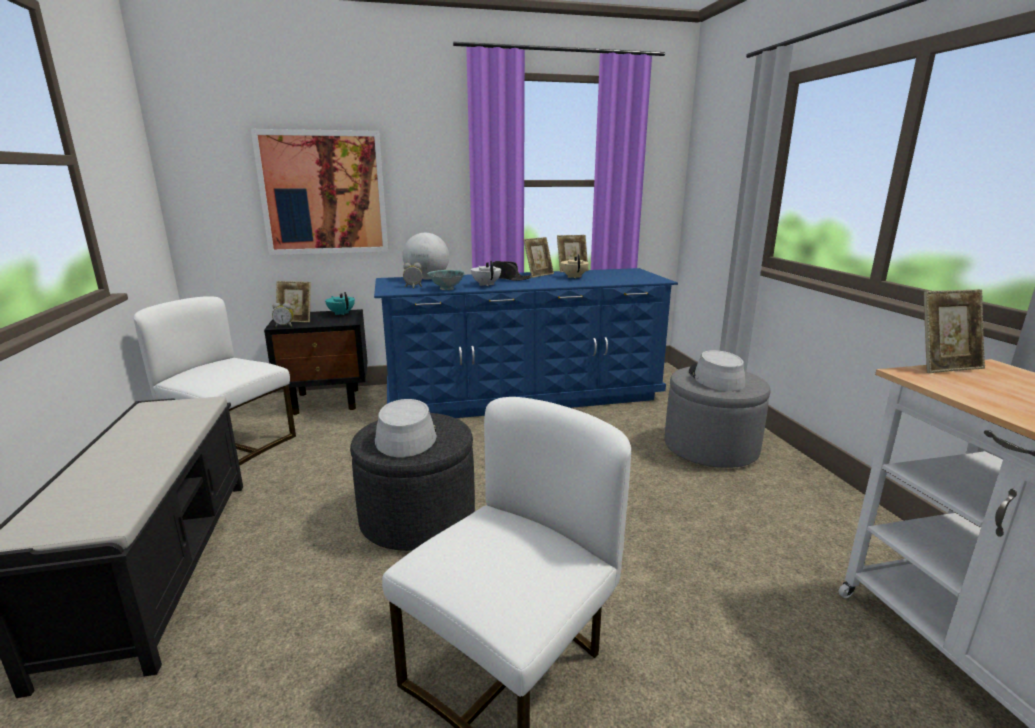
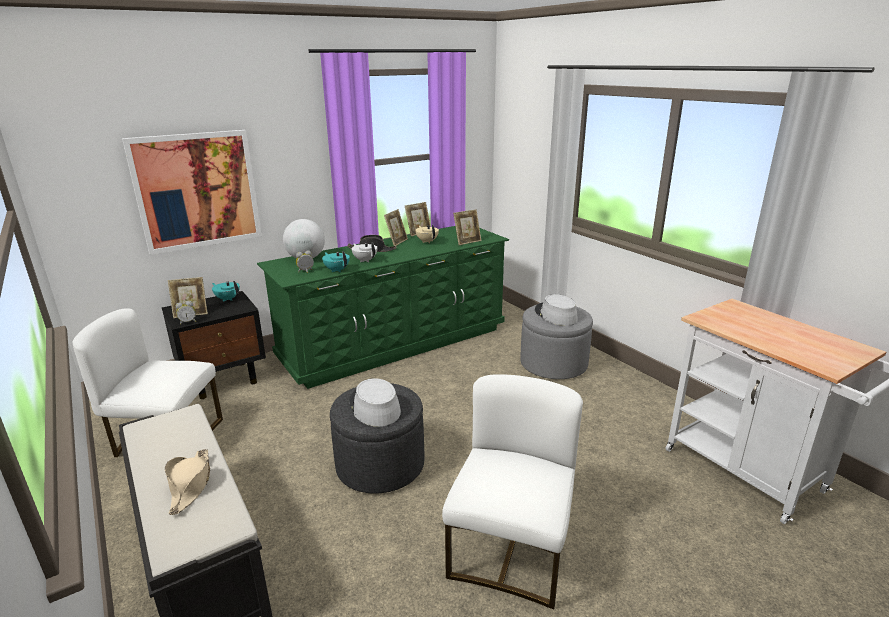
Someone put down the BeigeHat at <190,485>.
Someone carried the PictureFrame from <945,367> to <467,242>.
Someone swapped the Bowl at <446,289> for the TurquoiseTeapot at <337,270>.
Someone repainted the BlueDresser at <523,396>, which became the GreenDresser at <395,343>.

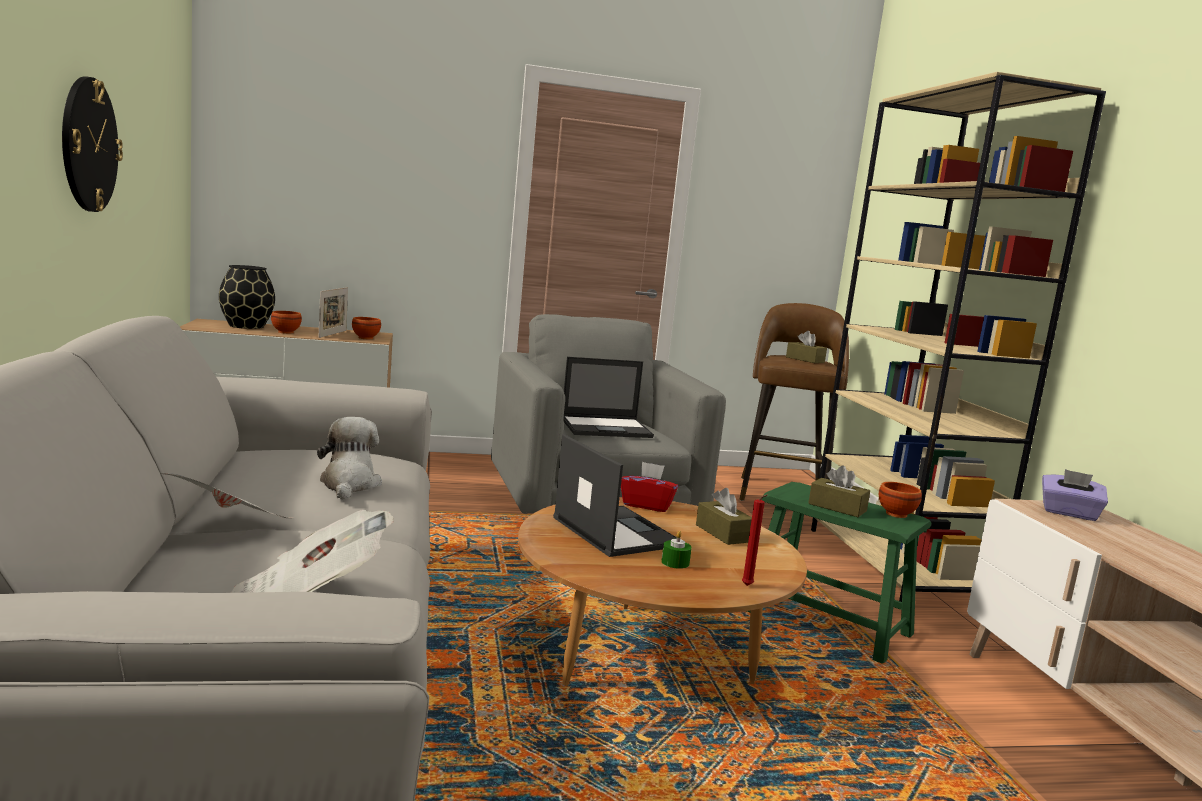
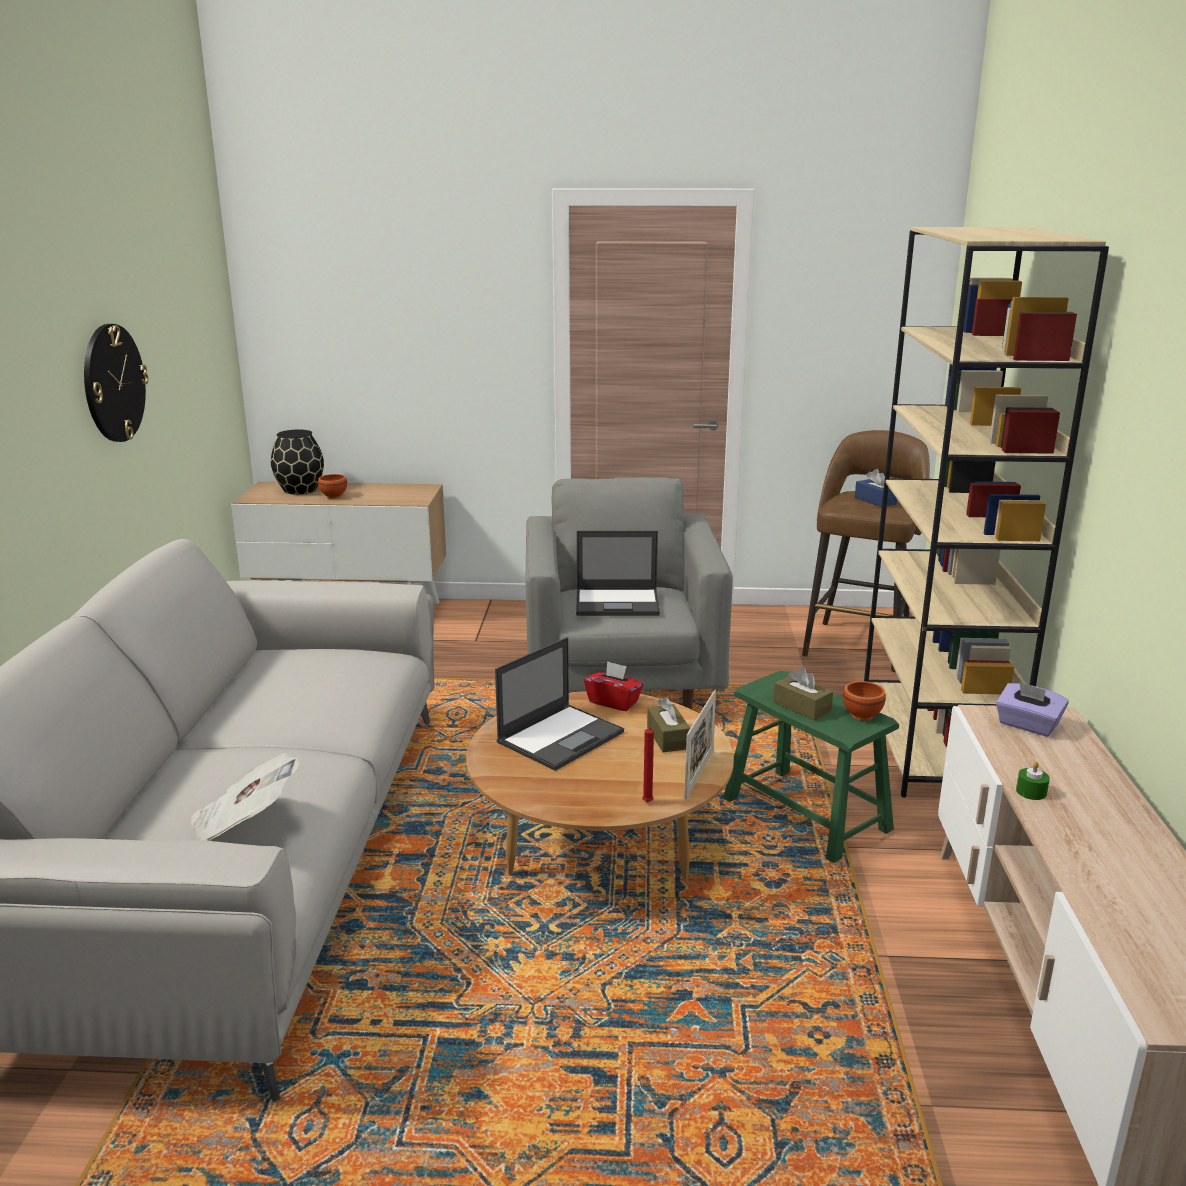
Someone took away the Newspaper at <230,528>.
Someone took away the PlushToy at <349,484>.
Someone took away the BrownBowl at <365,338>.
Someone carried the PictureFrame from <332,334> to <699,774>.
Someone carried the GreenCandle from <675,562> to <1031,792>.
Someone repainted the BrownTissueBox at <805,360>, which became the BlueTissueBox at <875,501>.
Someone rotated the Laptop at <615,531> by 60 degrees clockwise.

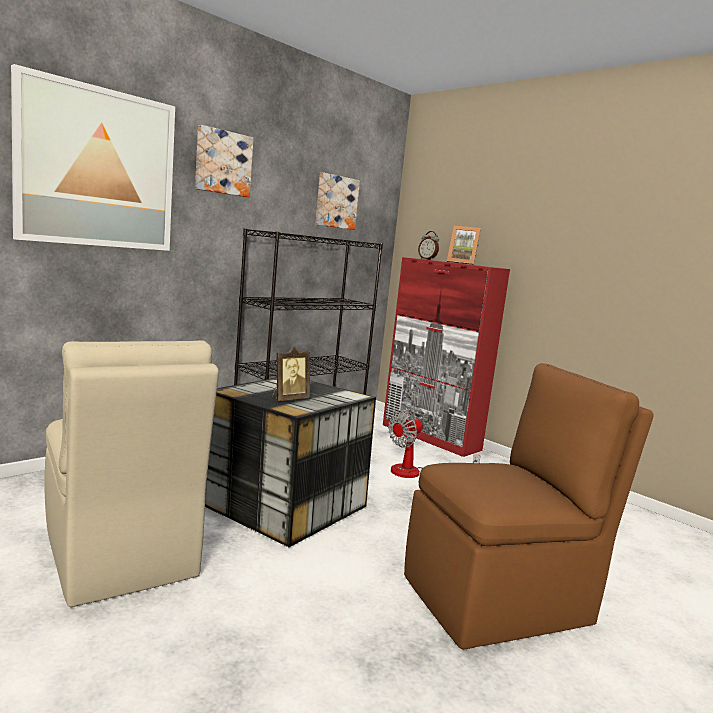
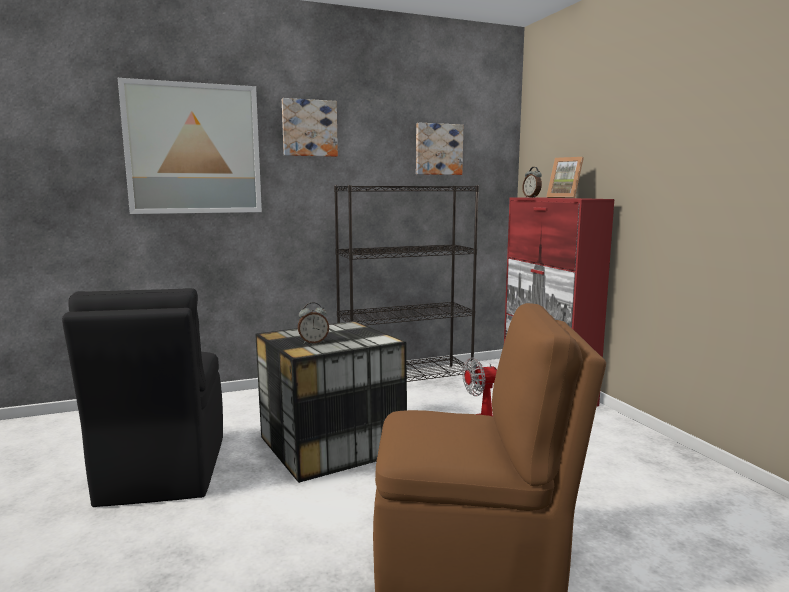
Someone swapped the PictureFrame at <289,399> for the AlarmClock at <313,342>.
Someone repainted the BeigeChair at <120,555>, which became the BlackChair at <163,471>.

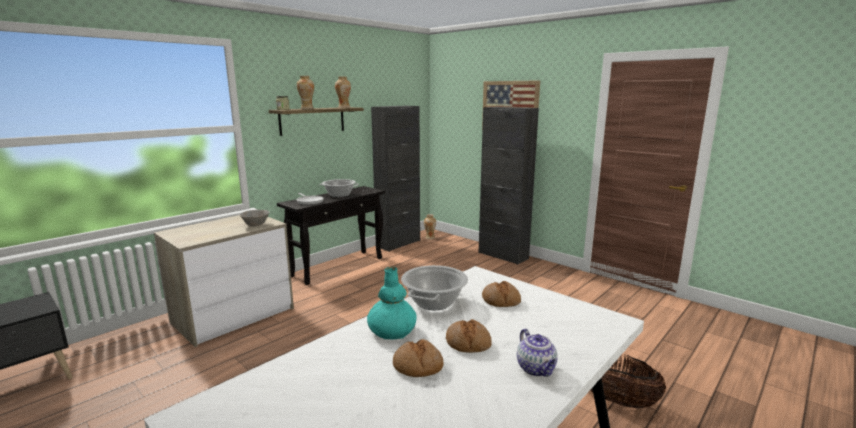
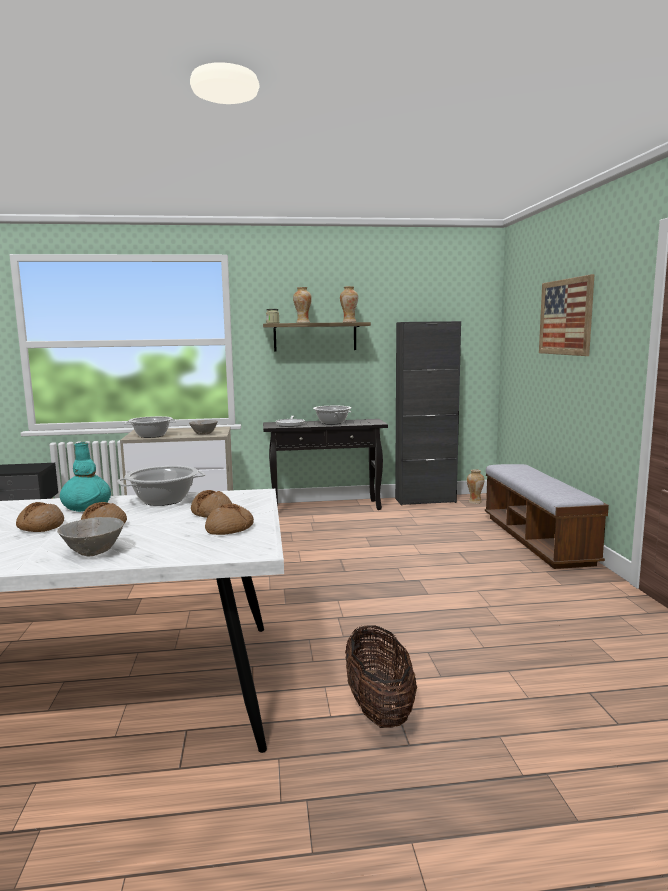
Someone put down the CookingPot at <152,436>.
Someone put down the Bread at <229,529>.
Someone swapped the BlackCabinet at <503,256> for the Bench at <536,539>.
Someone swapped the Teapot at <536,369> for the GreyBowl at <93,552>.

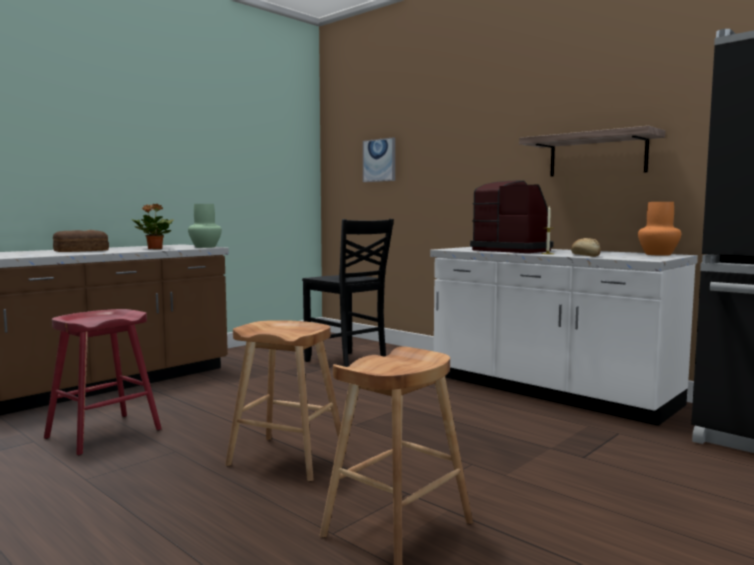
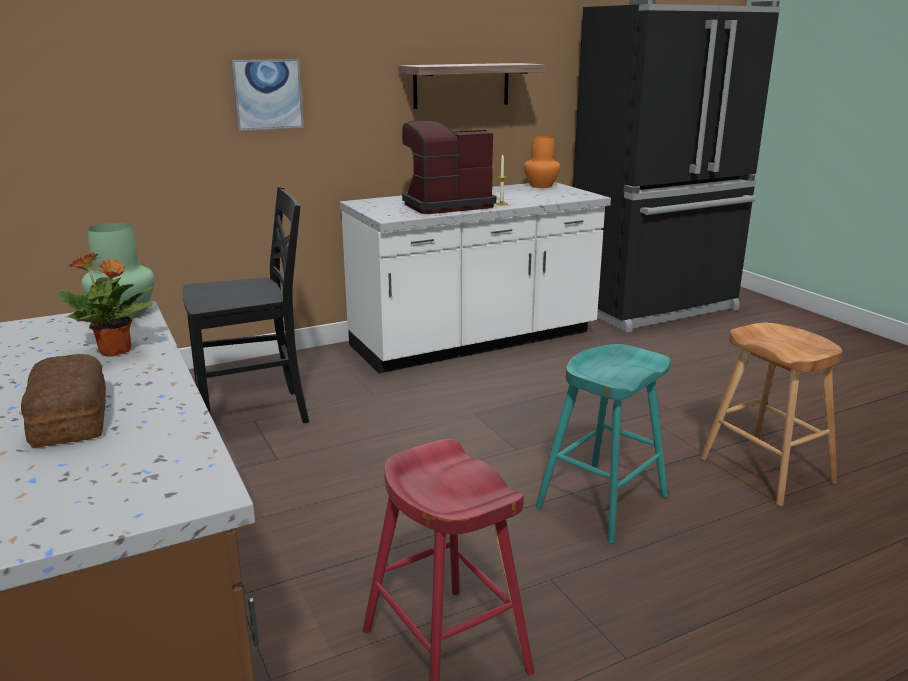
Someone took away the Bread at <585,255>.
Someone carried the Picture from <379,160> to <267,94>.
Someone repainted the BrownStool at <287,458>, which became the TurquoiseStool at <602,502>.

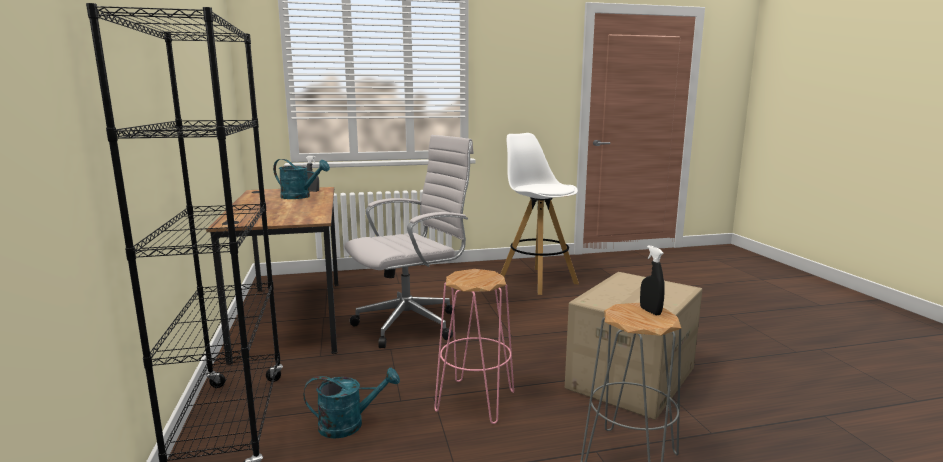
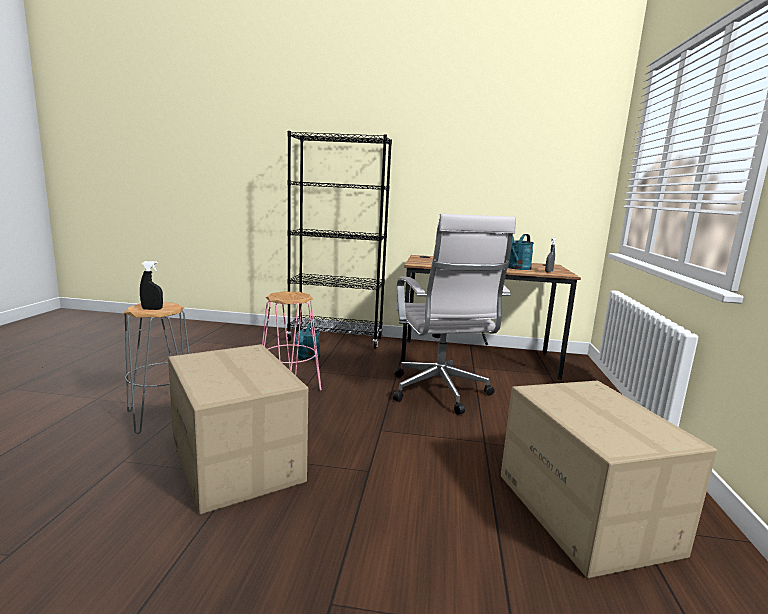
Someone swapped the WhiteStool at <537,280> for the CardboardBox at <585,513>.

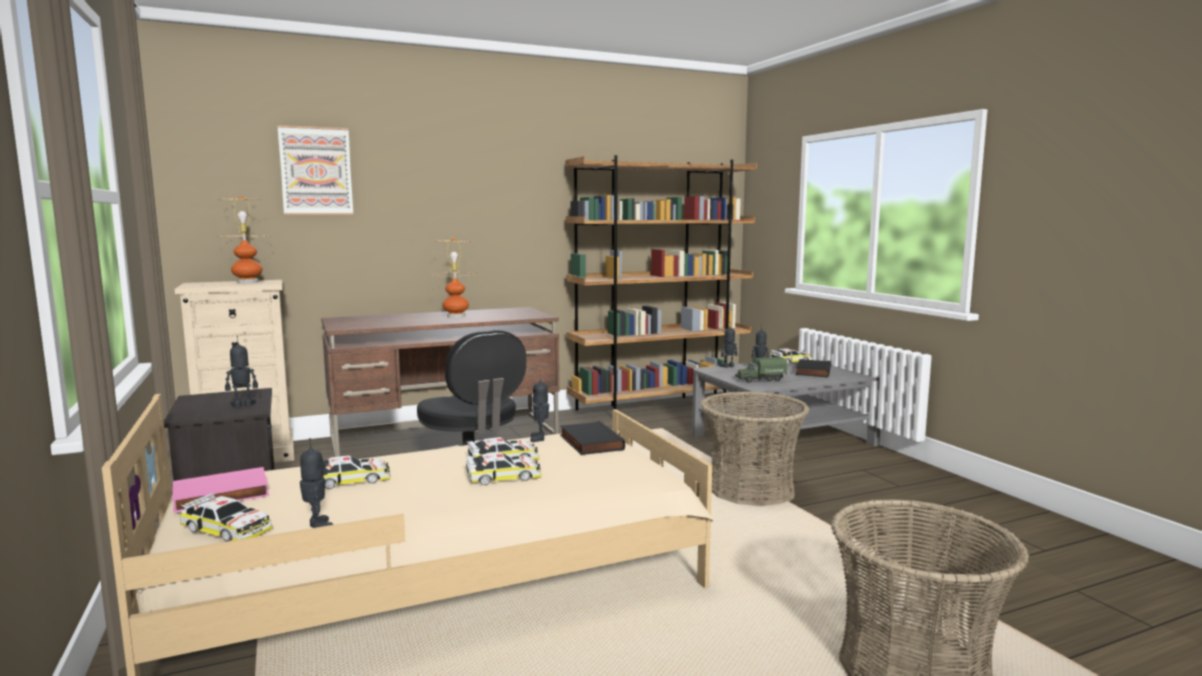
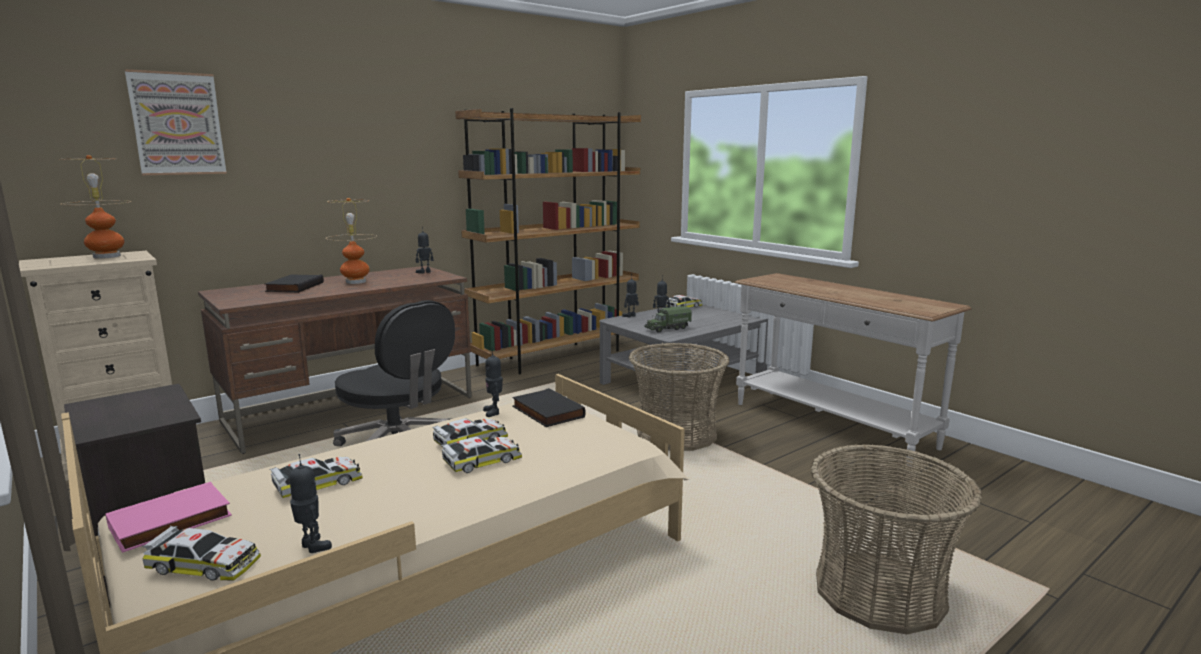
Someone put down the WhiteConsoleTable at <830,425>.
Someone carried the ToyRobot from <243,405> to <425,272>.
Someone carried the BlackBook from <812,371> to <294,287>.

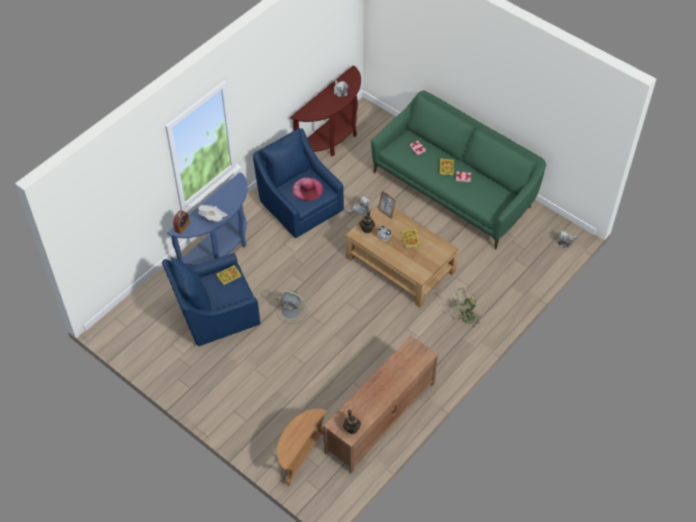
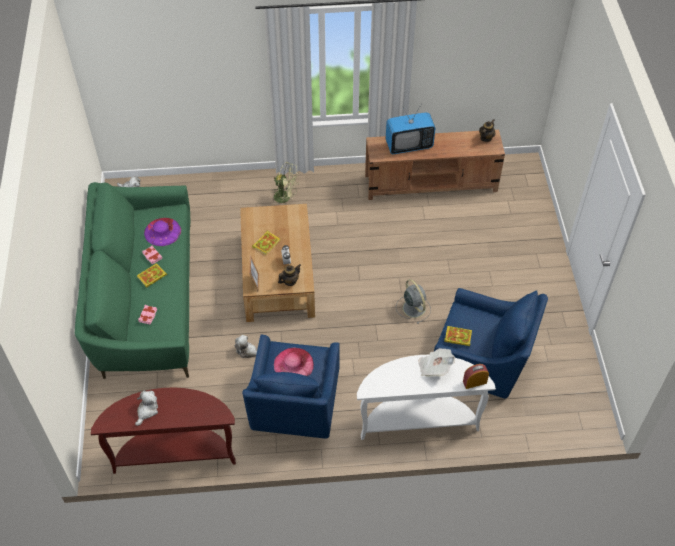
Someone took away the BrownSideTable at <299,455>.
Someone put down the PurpleHat at <162,231>.
Someone put down the Television at <409,145>.
Someone repainted the BlueConsoleTable at <220,249>, which became the WhiteConsoleTable at <418,419>.

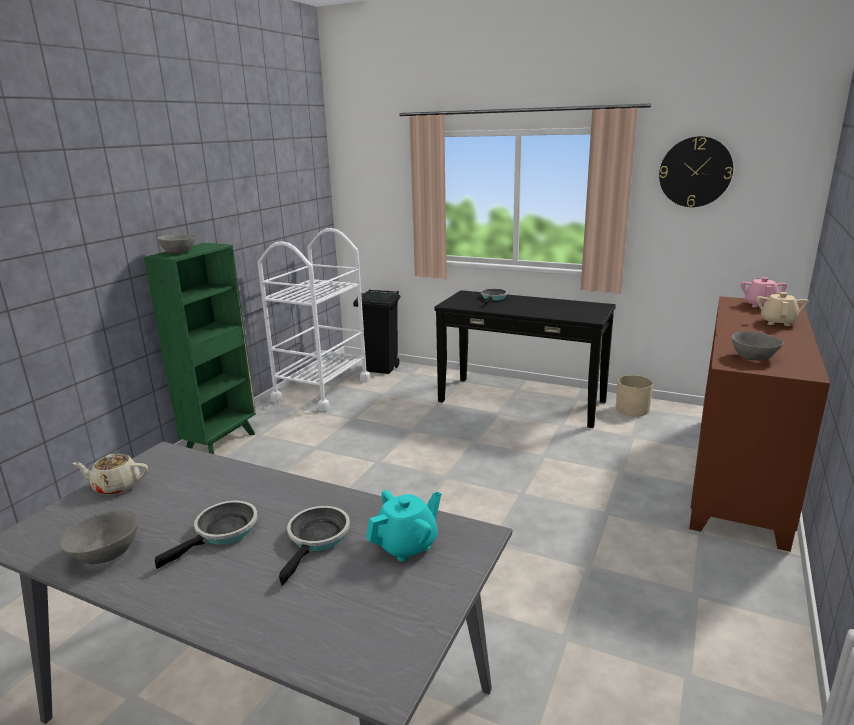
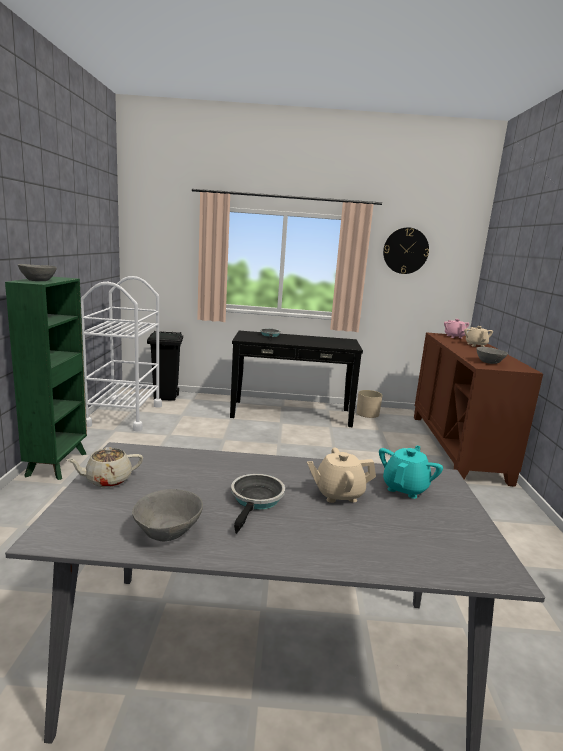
Someone swapped the FryingPan at <317,539> for the BeigeTeapot at <338,494>.

